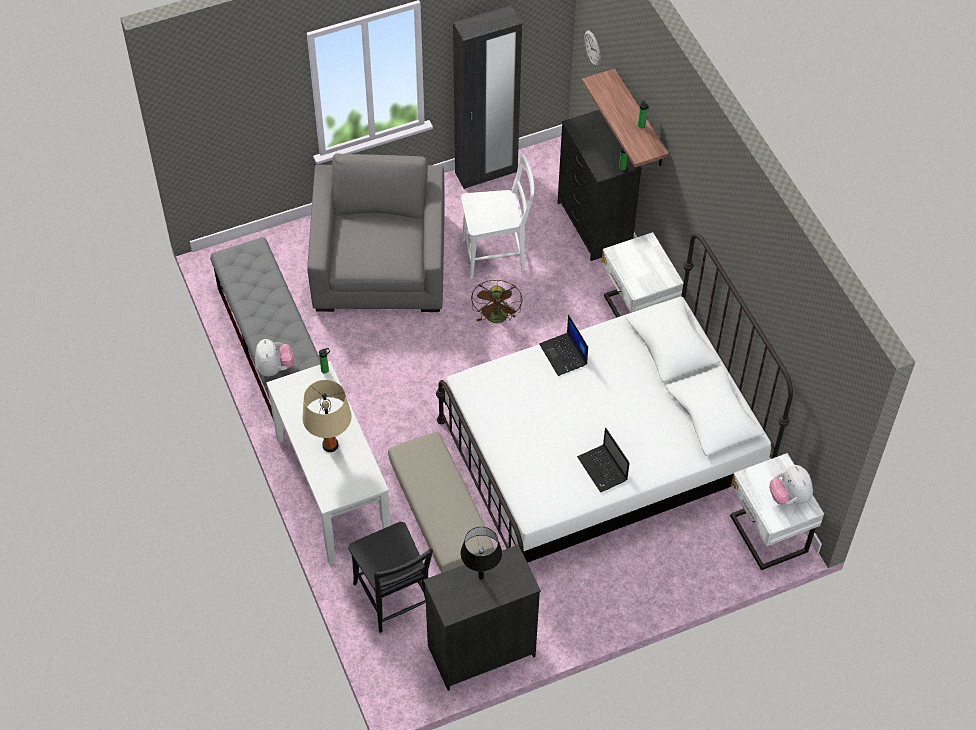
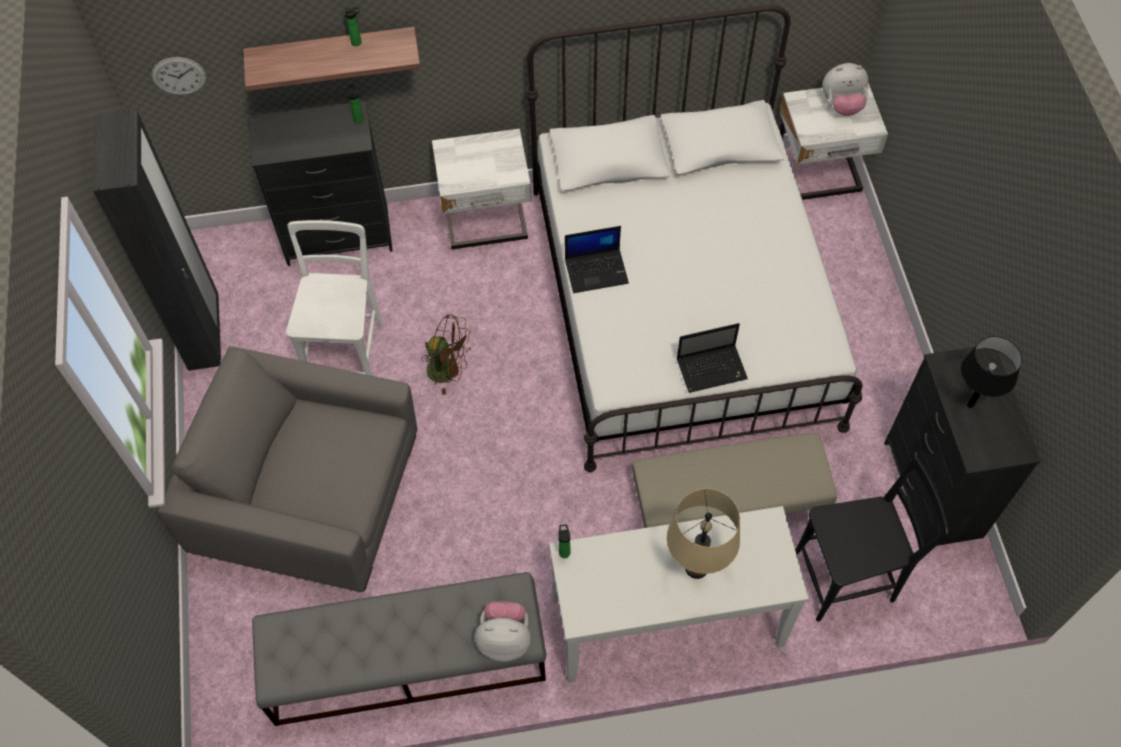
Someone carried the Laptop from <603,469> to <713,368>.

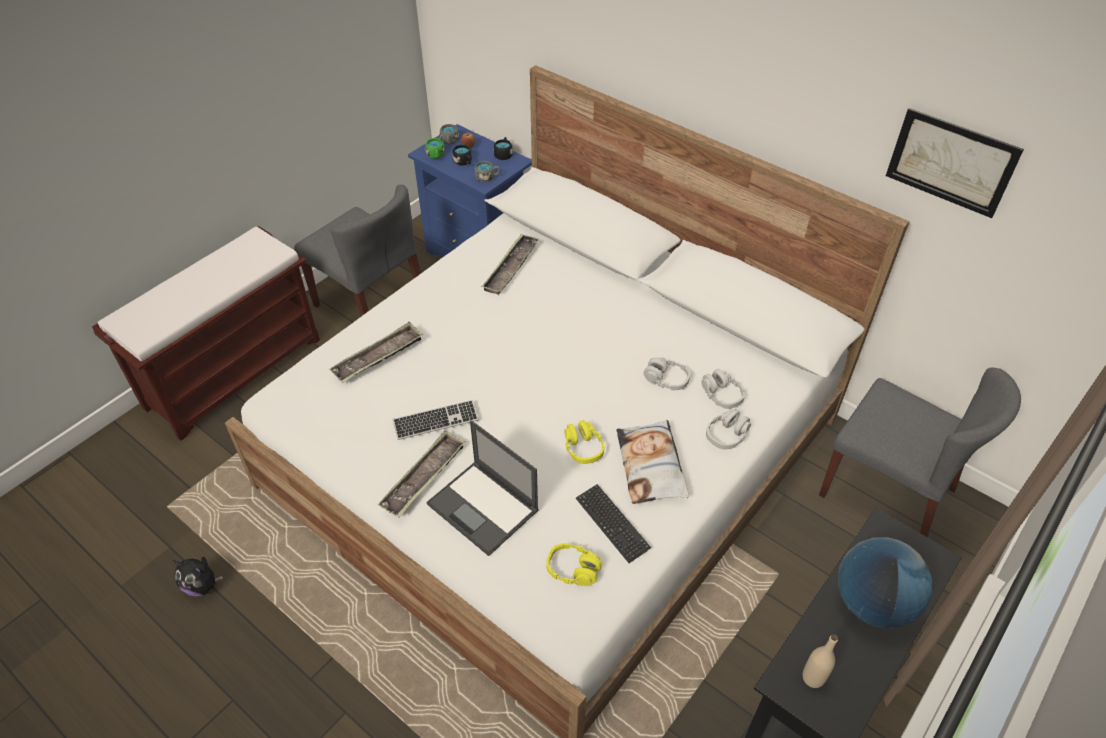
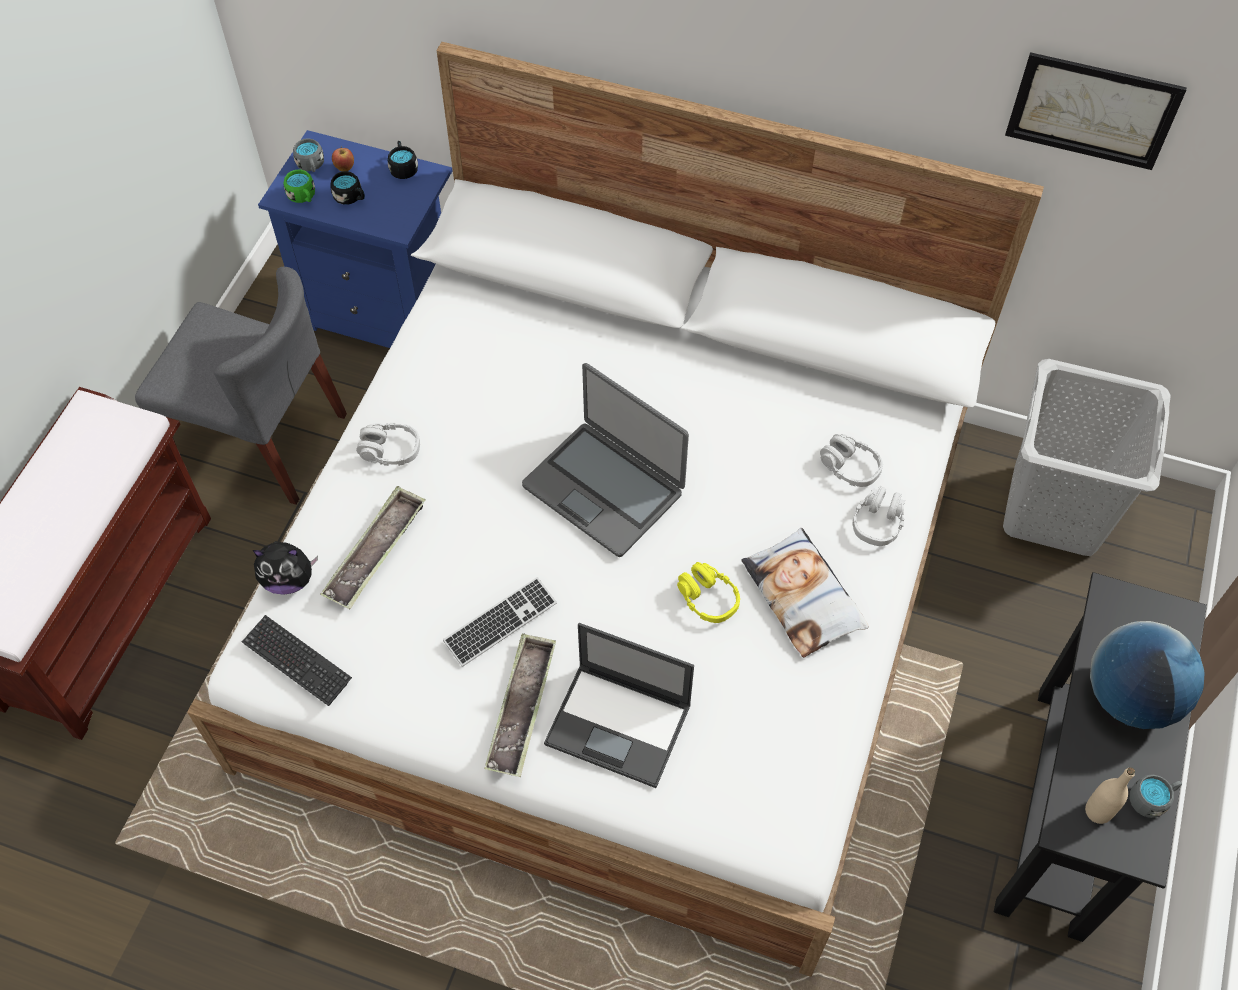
Someone took away the Tray at <511,268>.
Someone took away the YellowHeadphones at <573,570>.
Someone put down the Laptop at <604,488>.
Someone carried the PlushToy from <202,586> to <289,580>.
Someone carried the GreyMug from <487,178> to <1152,799>.
Someone carried the Keyboard from <612,524> to <297,661>.
Someone carried the GreyHeadphones from <666,379> to <390,450>.
Someone swapped the GreyChair at <888,493> for the GreyLaundryBasket at <1054,511>.

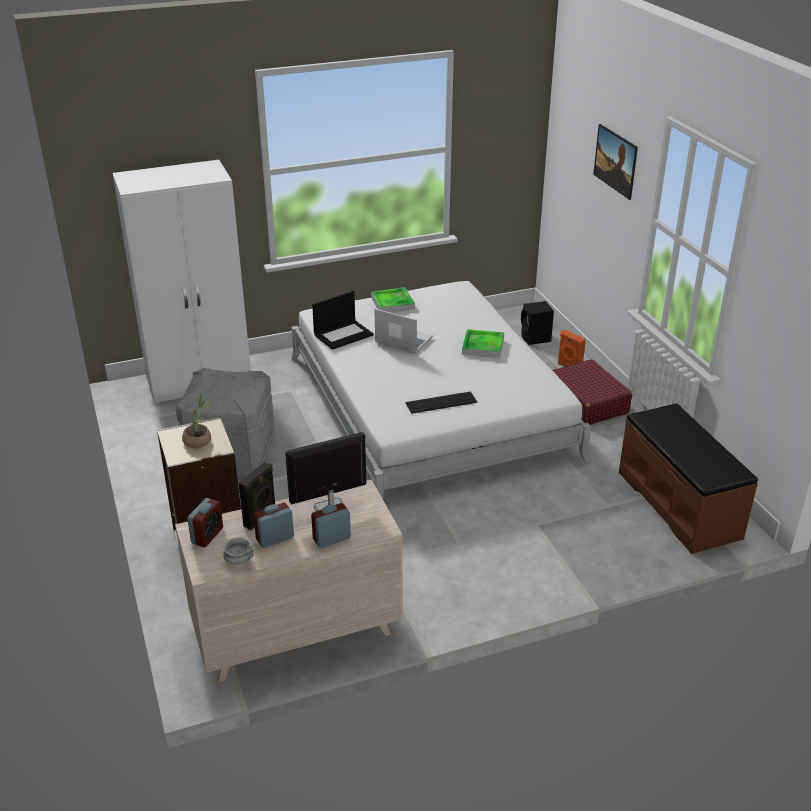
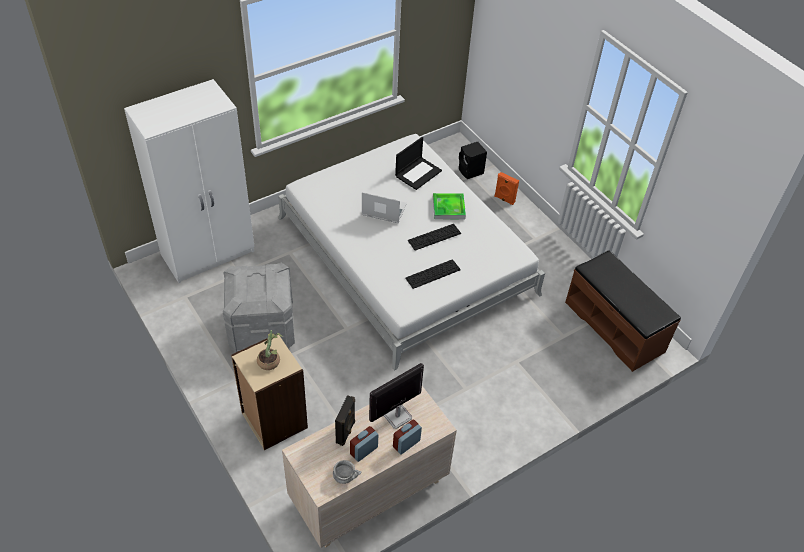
Someone took away the AlarmClock at <207,536>.
Someone took away the Tray at <393,303>.
Someone took away the RedSuitcase at <587,402>.
Someone took away the Picture at <614,174>.
Someone put down the Keyboard at <434,237>.
Someone carried the Laptop from <343,334> to <418,173>.

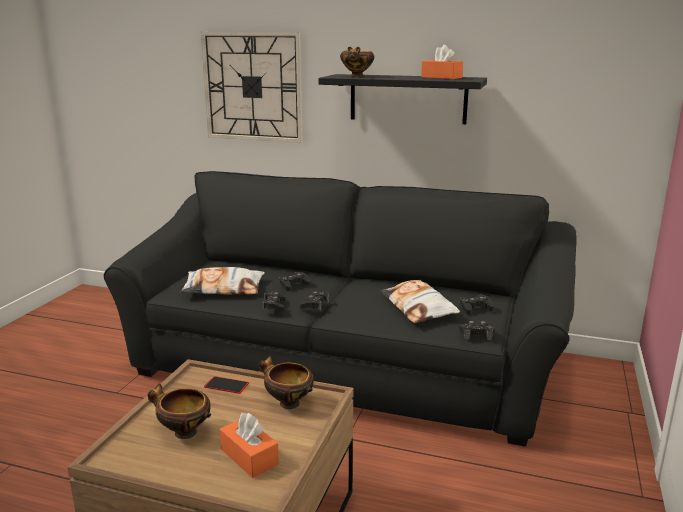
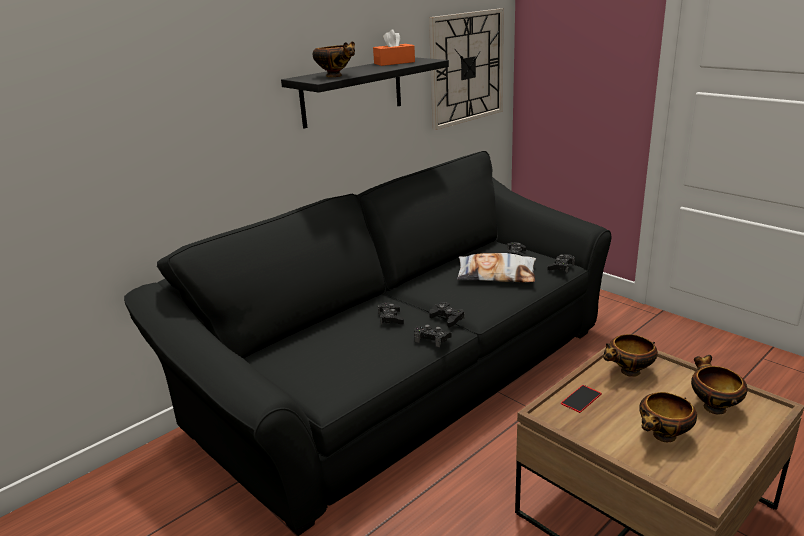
Someone took away the Pillow at <223,288>.
Someone carried the WallClock from <253,86> to <466,68>.
Someone swapped the OrangeTissueBox at <249,457> for the Bowl at <712,406>.

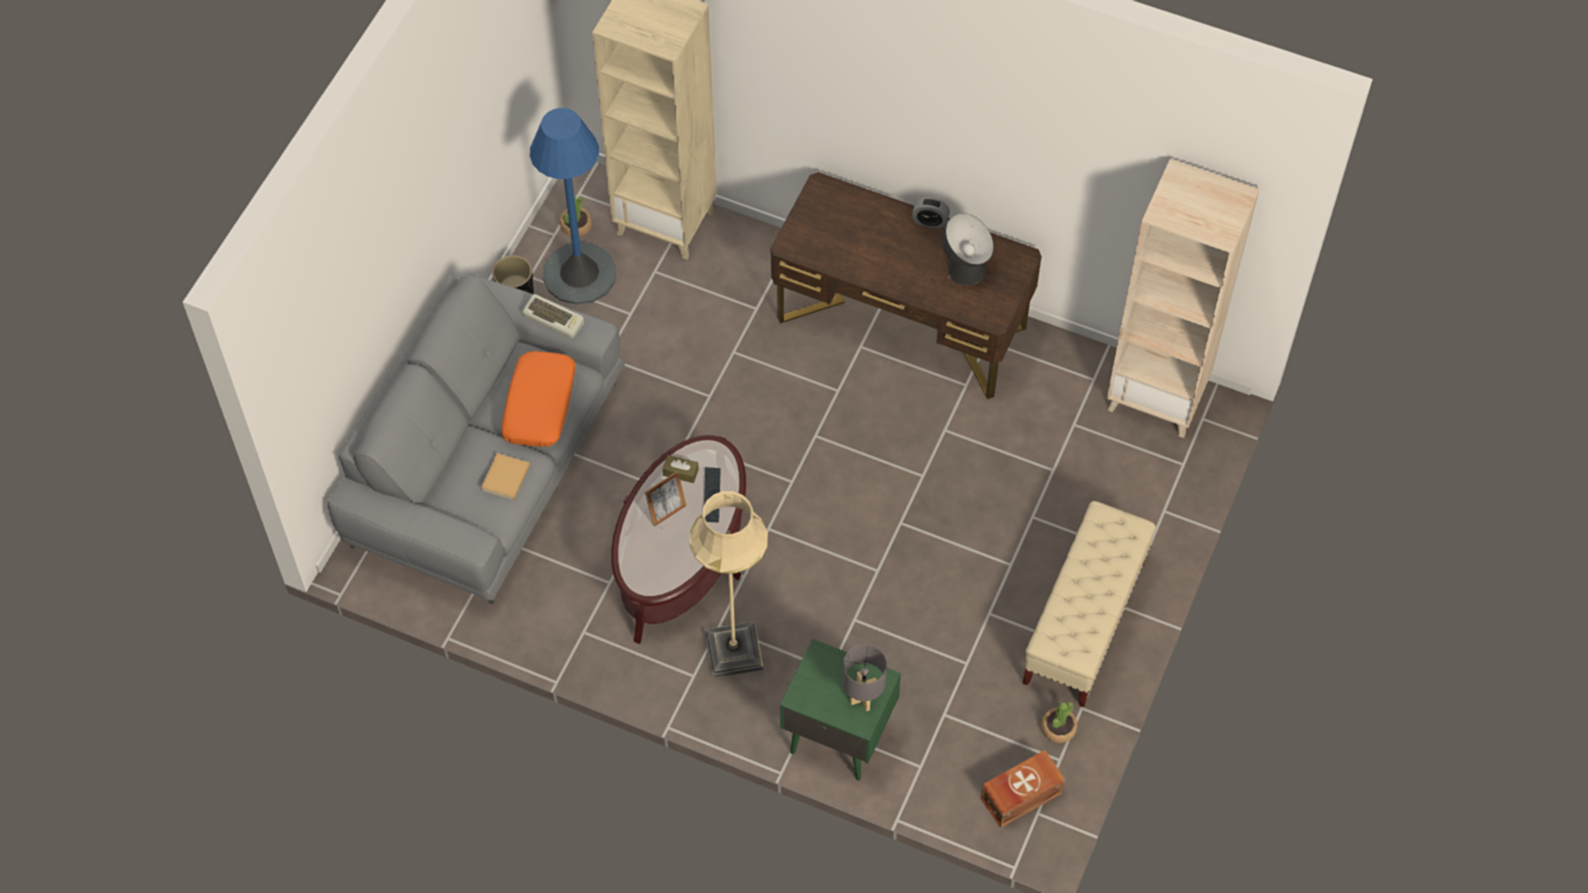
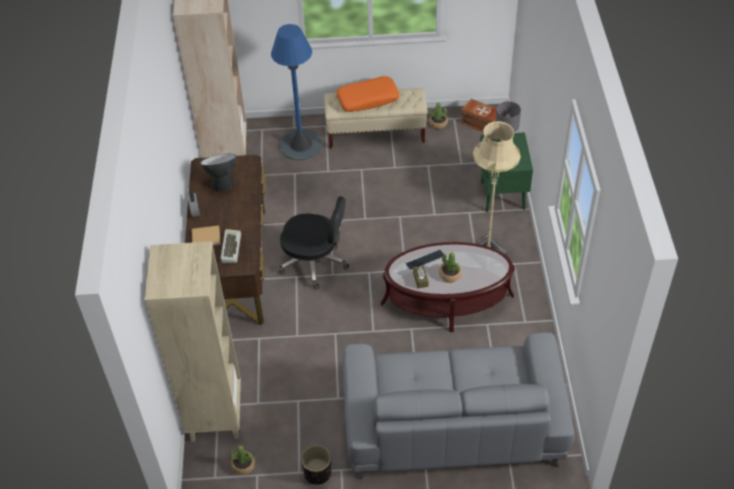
Someone put down the BlackOfficeChair at <315,262>.
Someone carried the BeigeBook from <505,479> to <207,237>.
Someone carried the OrangePillow from <540,406> to <368,99>.
Someone carried the Keyboard from <555,318> to <230,248>.
Someone carried the BlueFloorLamp from <579,273> to <300,145>.
Someone swapped the PictureFrame at <666,512> for the PottedPlant at <450,275>.

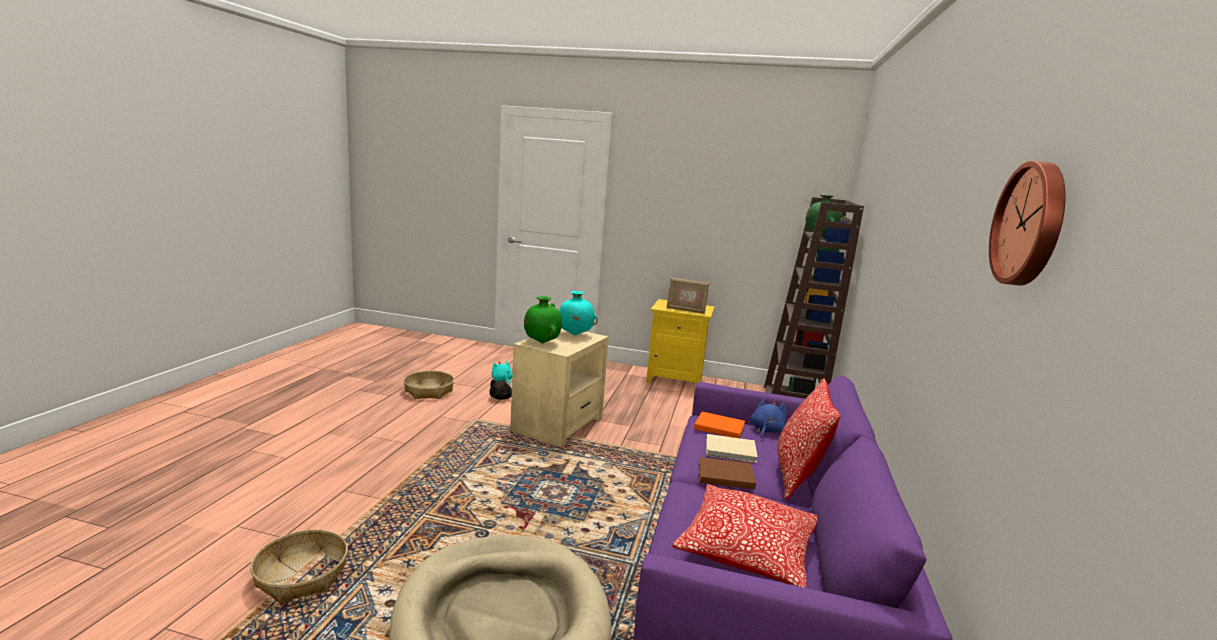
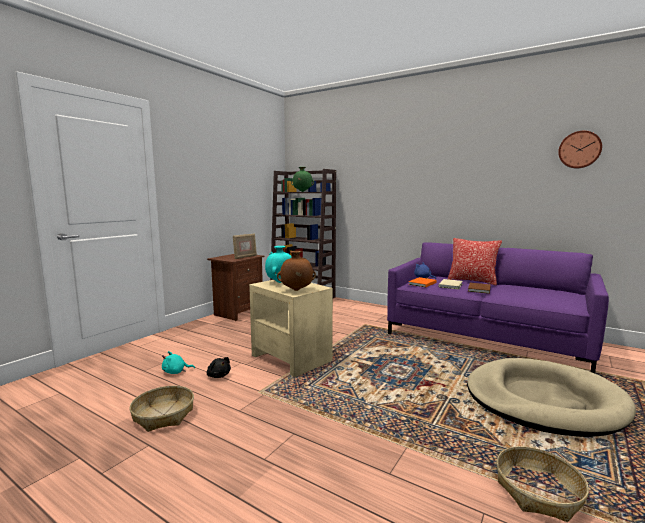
Someone took away the Pillow at <746,550>.
Someone repainted the GreenVase at <541,343>, which became the BrownVase at <296,290>.
Someone repainted the YellowNightstand at <675,379>, which became the BrownNightstand at <238,312>.

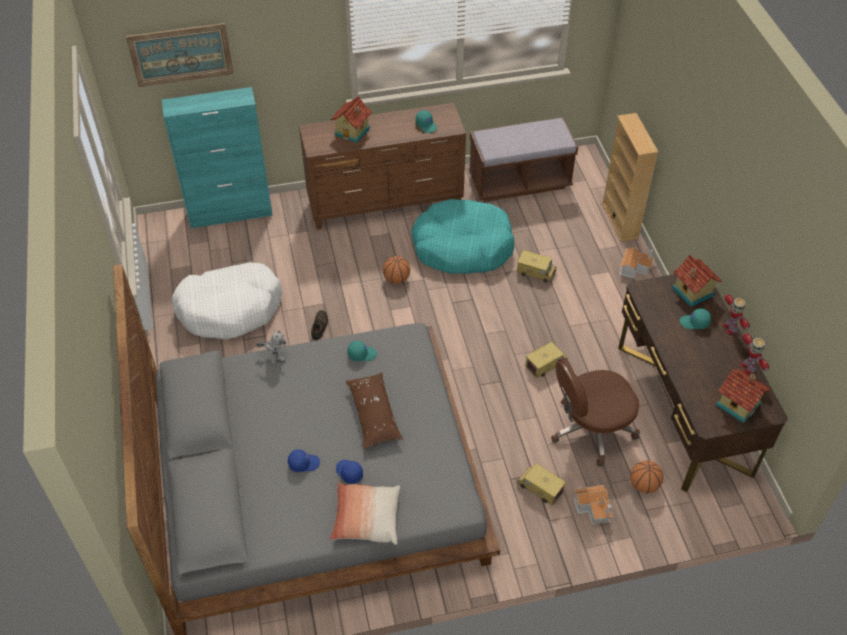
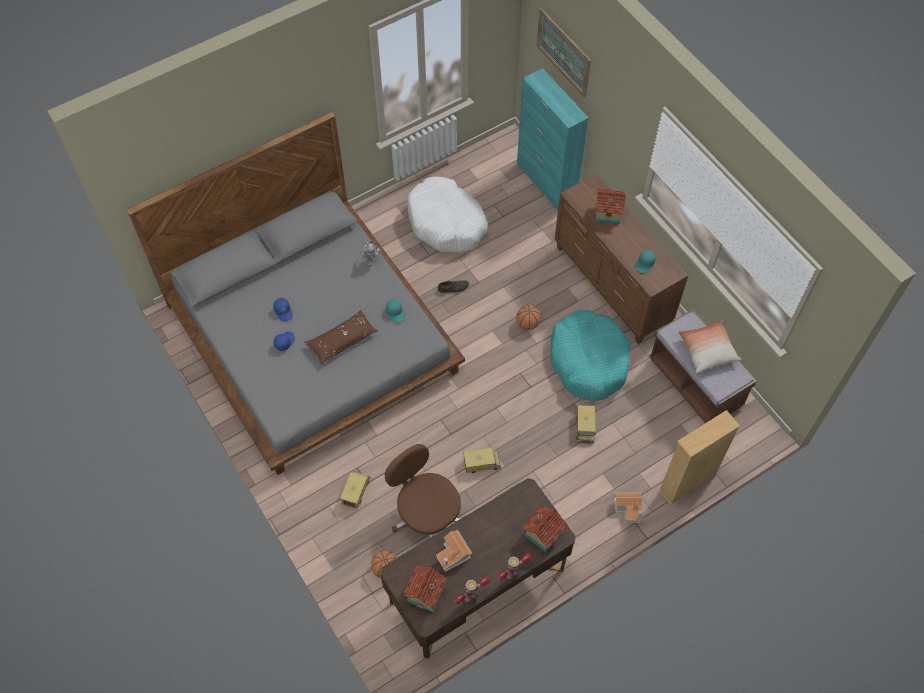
Someone took away the TurquoiseCap at <694,323>.
Someone carried the Pillow from <366,519> to <707,351>.
Someone carried the ToyHouse from <593,508> to <453,555>.
Someone rotated the ToyTruck at <545,364> by 45 degrees counterclockwise.

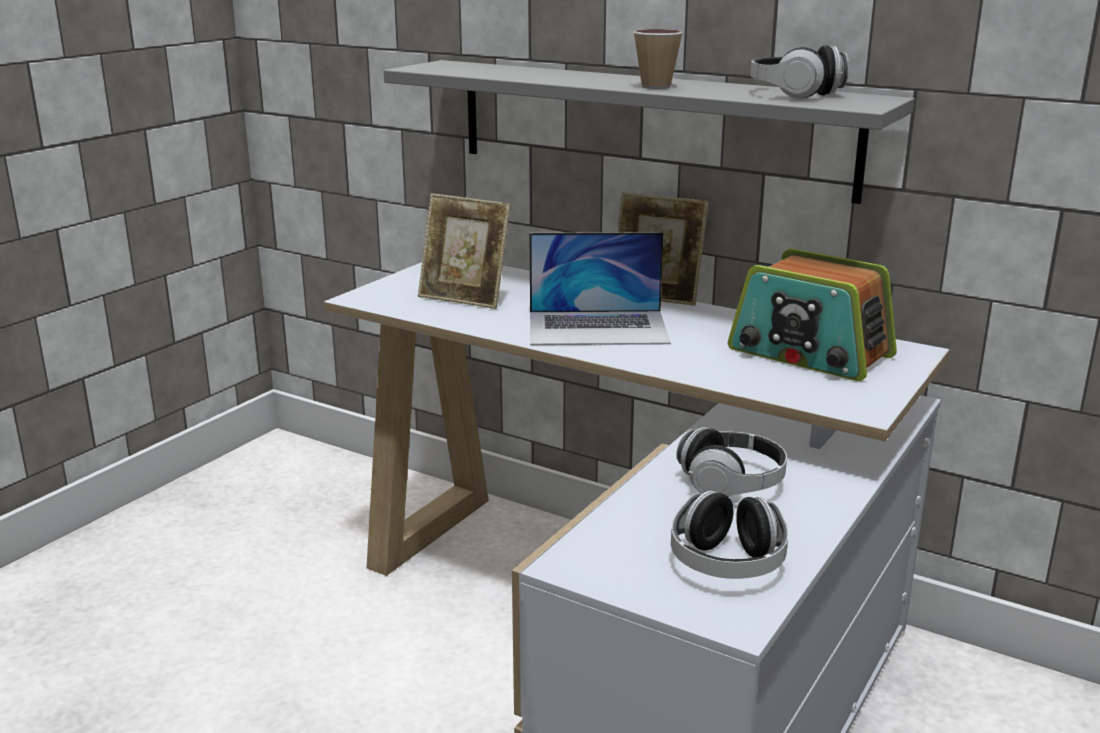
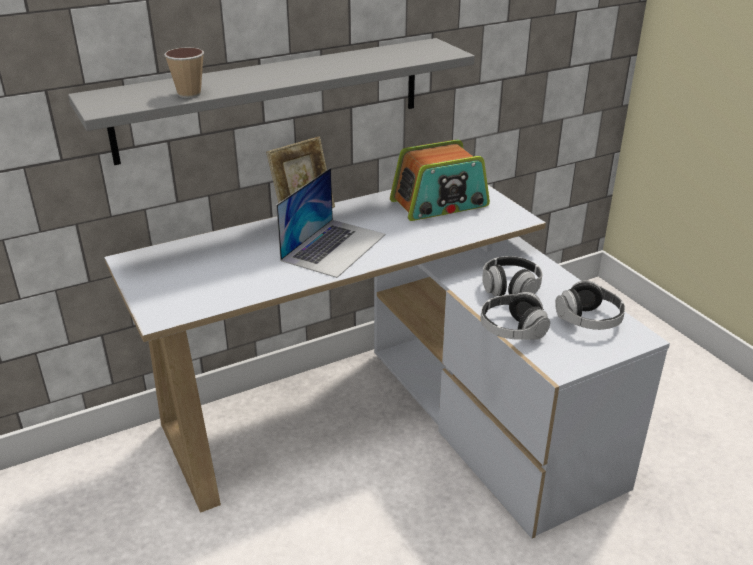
Someone took away the PictureFrame at <465,298>.
Someone carried the Cup from <656,86> to <189,94>.
Someone carried the Headphones from <795,94> to <512,330>.

